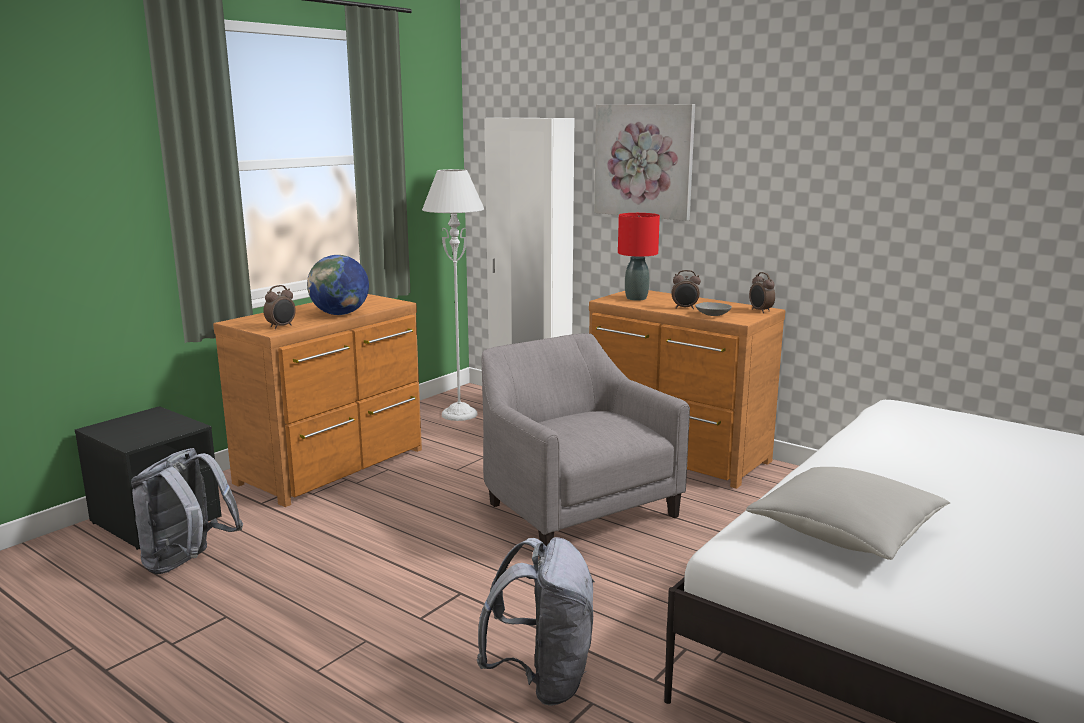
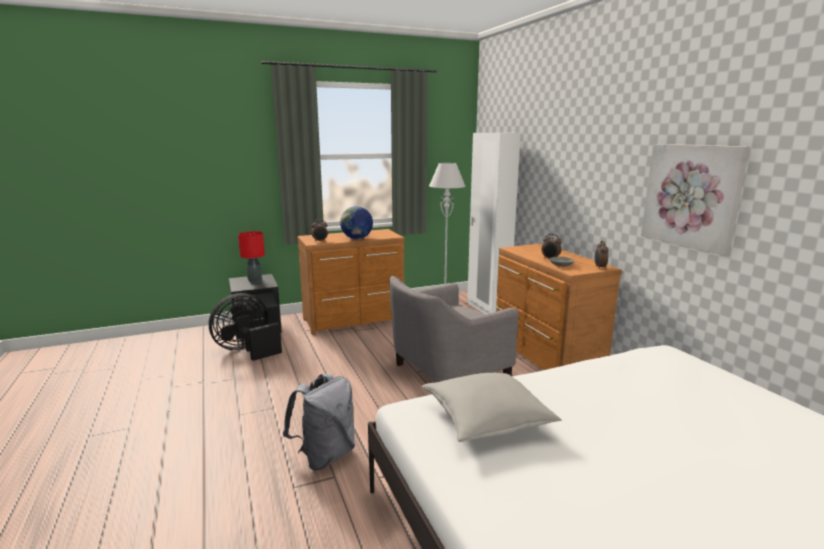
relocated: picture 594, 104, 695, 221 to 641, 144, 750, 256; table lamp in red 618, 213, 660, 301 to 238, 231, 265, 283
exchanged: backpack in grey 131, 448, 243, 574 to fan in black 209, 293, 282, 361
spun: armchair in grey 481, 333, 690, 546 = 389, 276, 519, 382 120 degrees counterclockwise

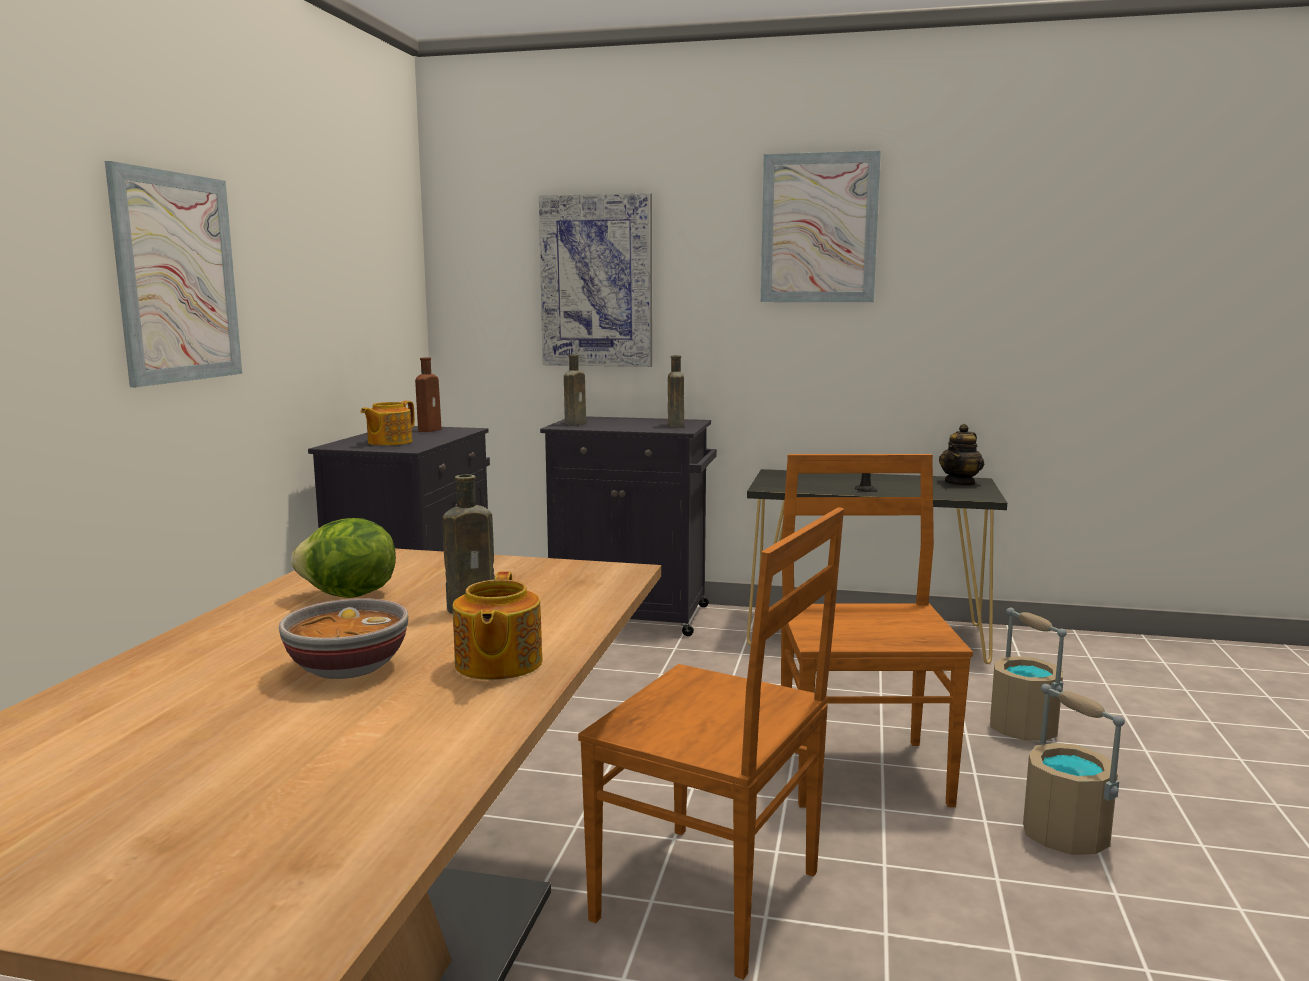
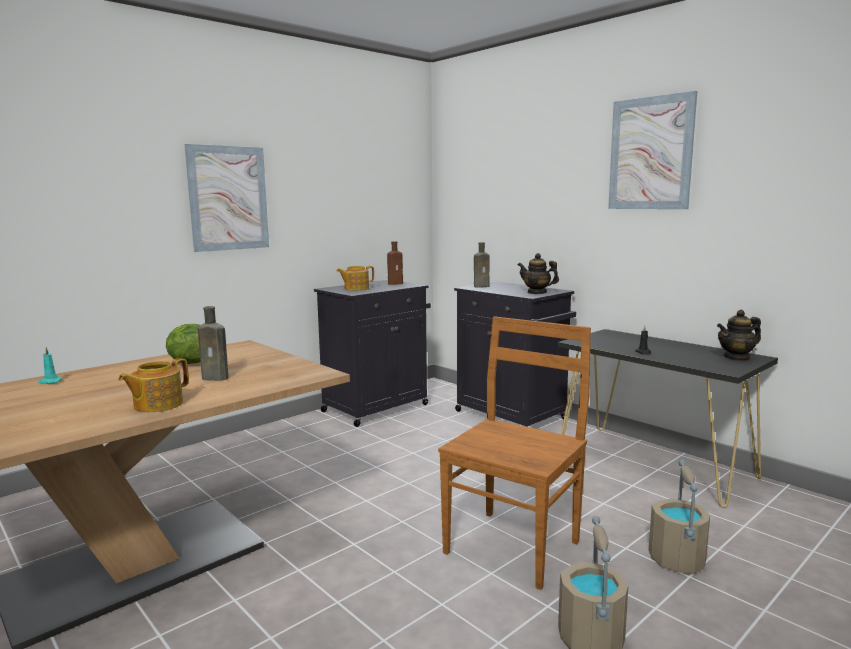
missing: picture 539, 193, 652, 367; chair in brown 578, 507, 844, 980; bowl 279, 598, 408, 679
appeared: candle in turquoise 38, 347, 63, 384
exchanged: bottle in brown 668, 355, 684, 428 to teapot 518, 253, 559, 294

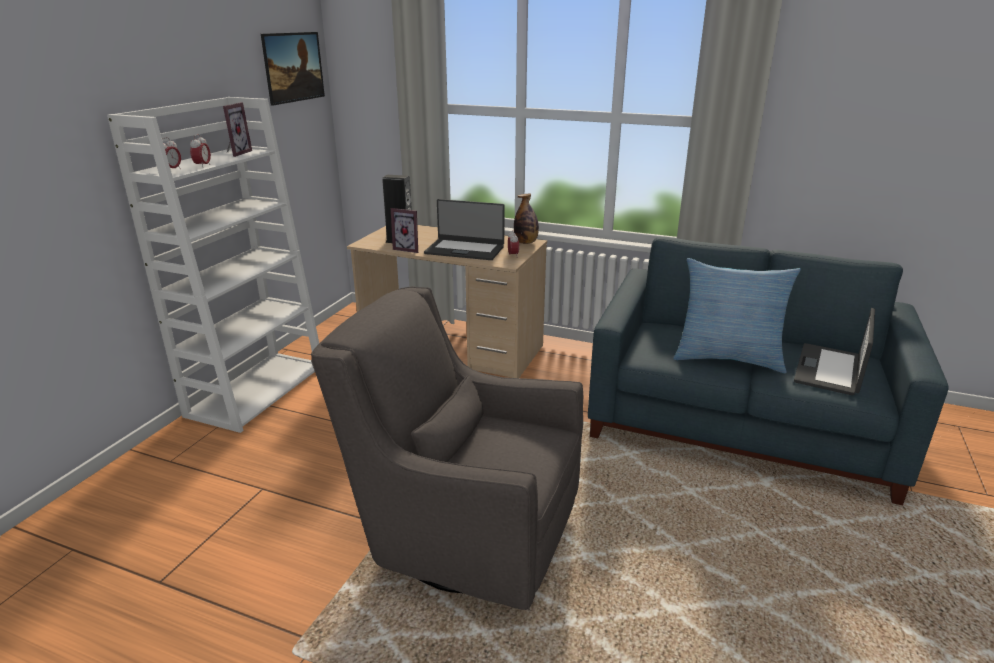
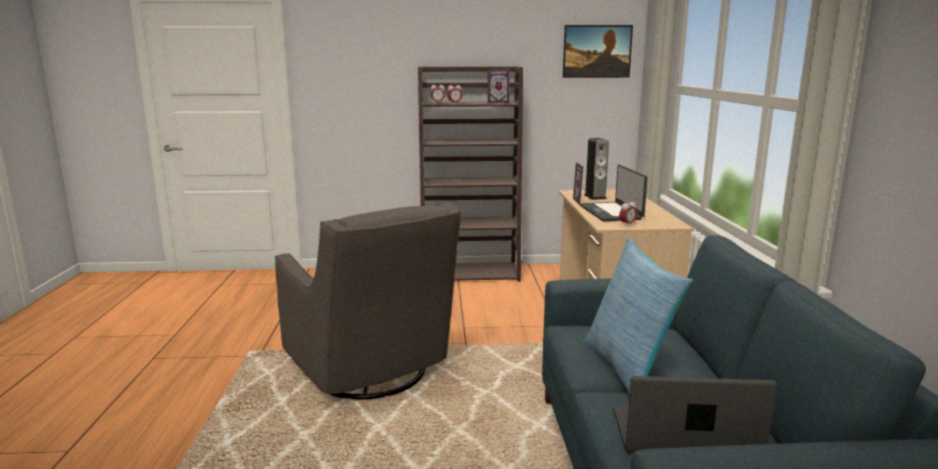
missing: bottle 514, 194, 539, 244
colour: bookcase in white 107, 97, 319, 433 to bookcase in brown 418, 66, 523, 282
spun: armchair in grey 311, 286, 583, 610 = 275, 202, 461, 400 150 degrees clockwise

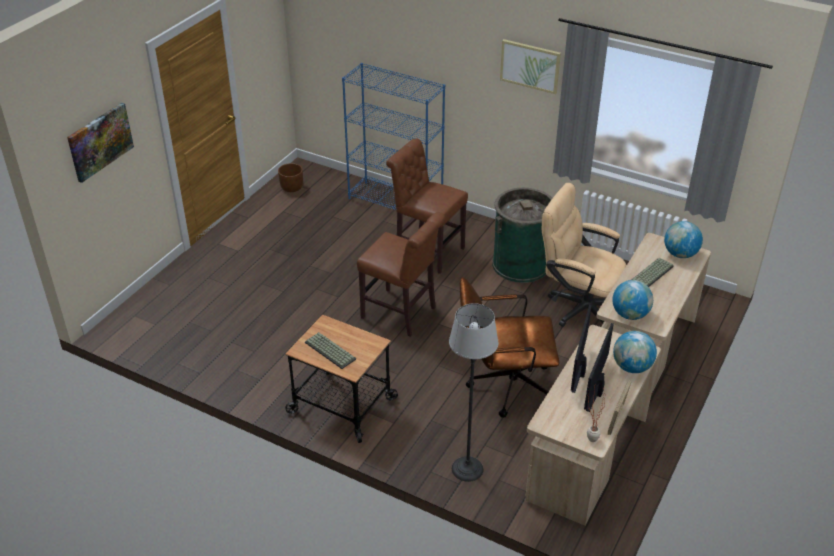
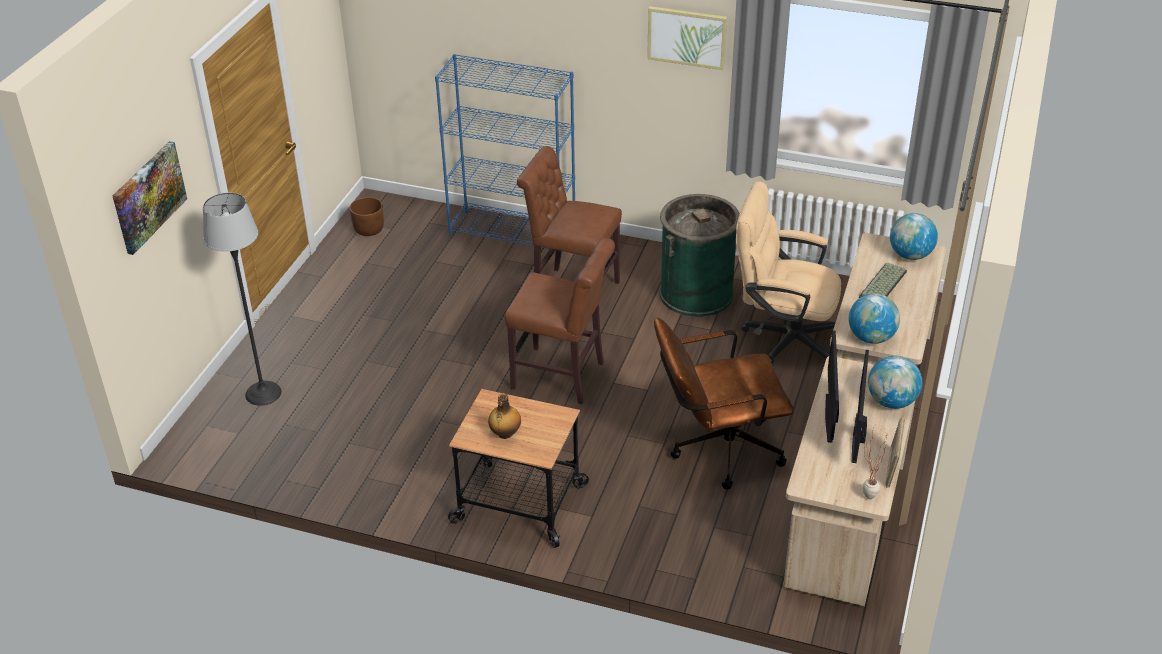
relocated: floor lamp 449, 303, 498, 482 to 203, 193, 282, 406
exchanged: keyboard 305, 332, 356, 369 to bottle 488, 393, 521, 439

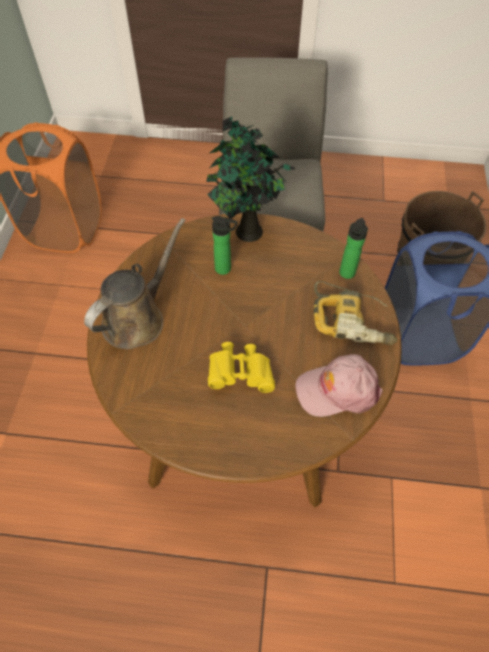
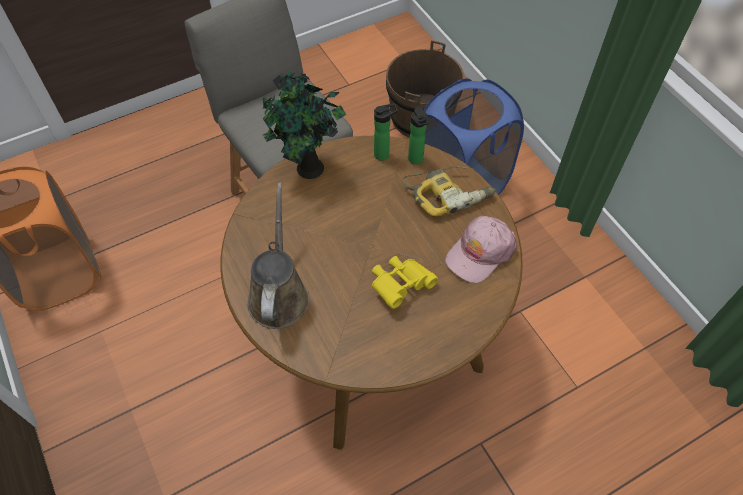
relocated: bottle 212, 216, 238, 275 to 374, 103, 398, 161

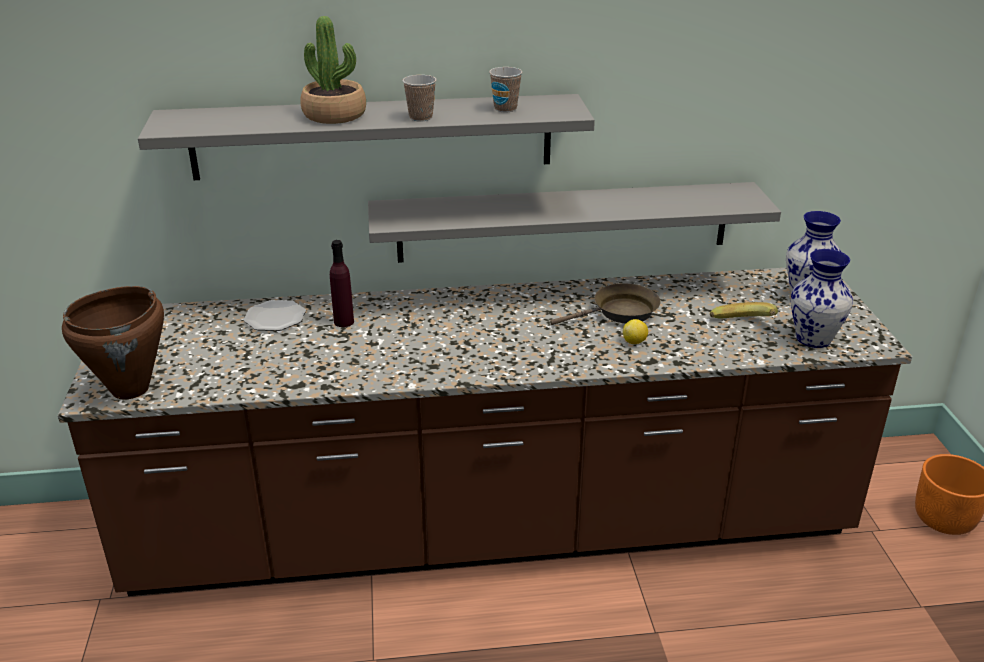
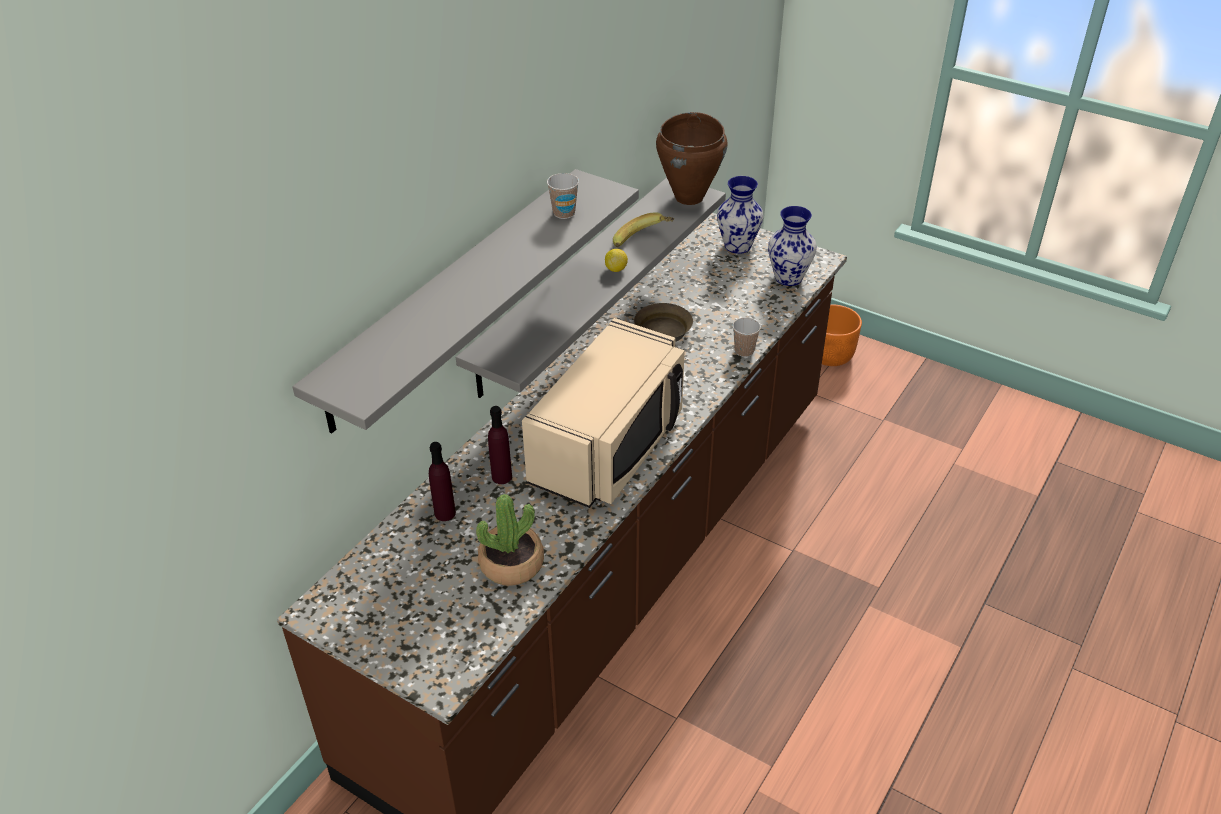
appeared: microwave in beige 522, 318, 685, 508
relocated: potted plant 300, 16, 366, 124 to 476, 494, 544, 586; cup 403, 75, 437, 122 to 733, 317, 761, 357; cooking pot in brown 62, 286, 164, 399 to 656, 112, 727, 205; banana 710, 302, 778, 319 to 613, 212, 674, 247; lemon 623, 319, 648, 344 to 605, 249, 628, 272
exchanged: plate 243, 300, 306, 331 to bottle in purple 429, 442, 456, 521

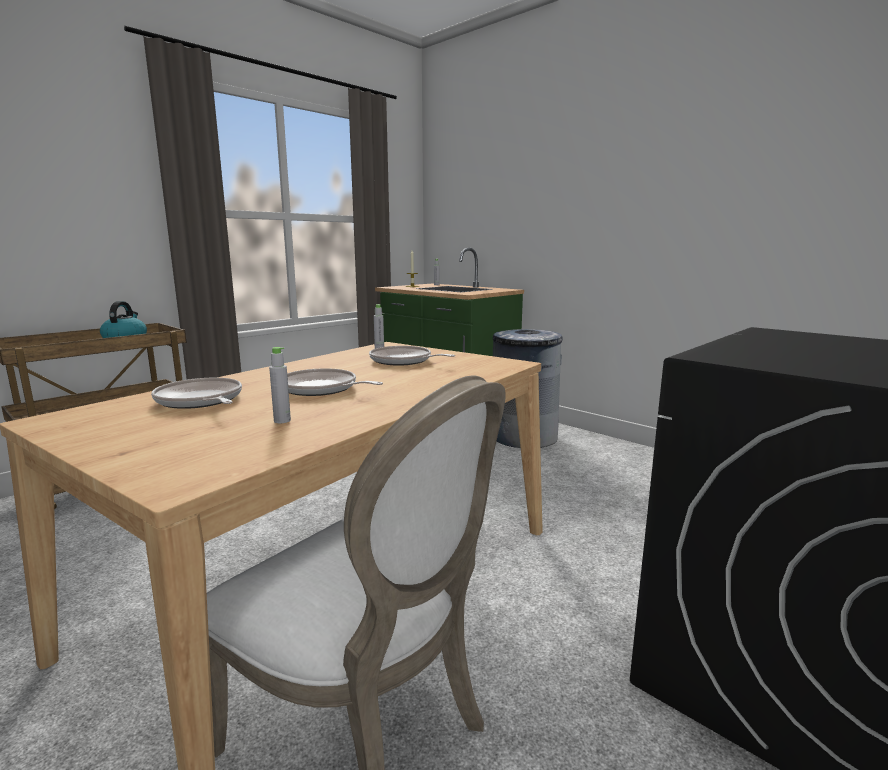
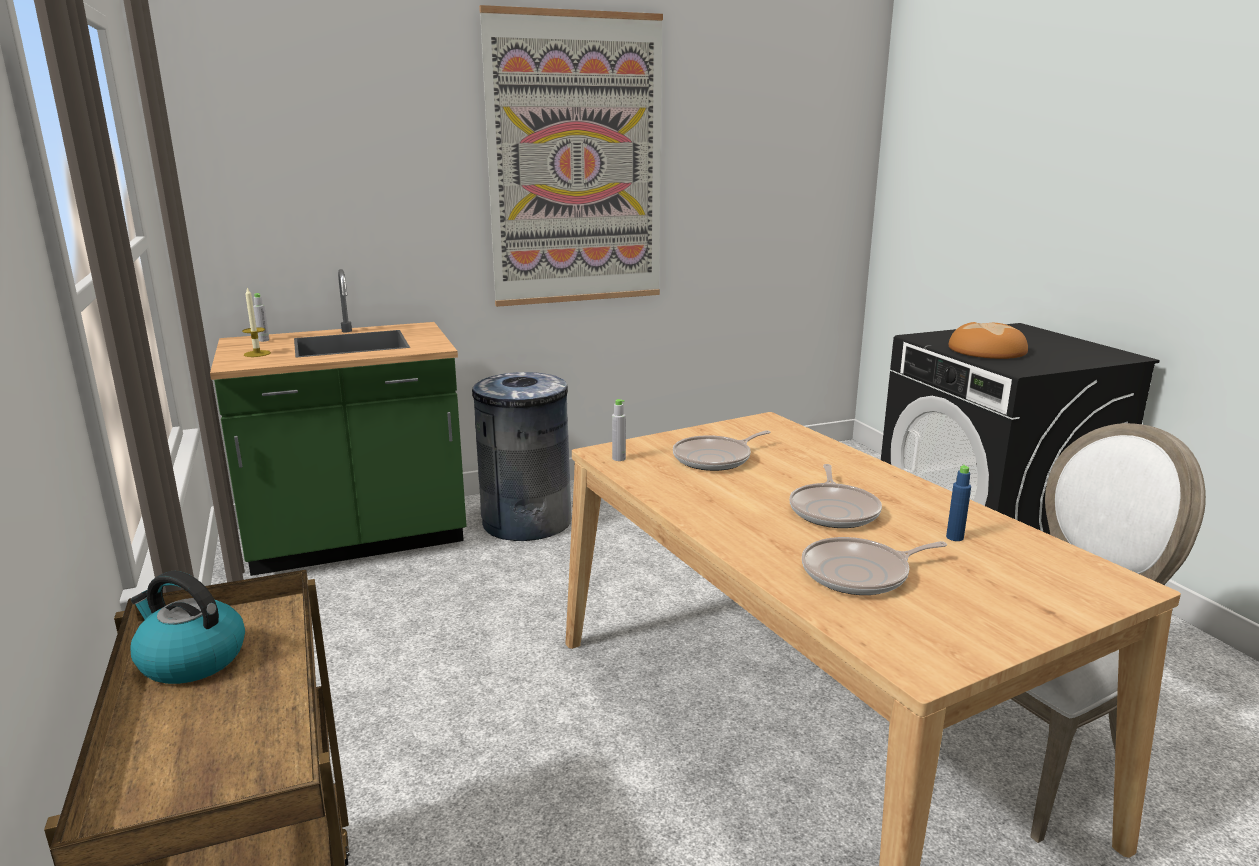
appeared: picture 479, 5, 663, 307; bread 948, 322, 1028, 359
colour: bottle in grey 269, 347, 291, 423 to bottle in blue 946, 465, 971, 541
spun: frying pan 287, 368, 383, 396 = 789, 464, 882, 528 45 degrees counterclockwise

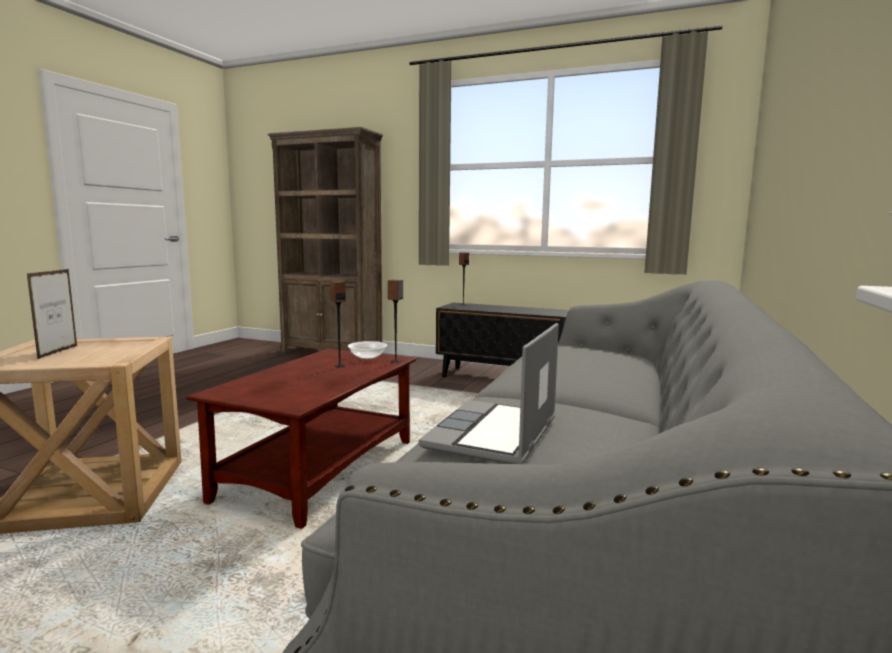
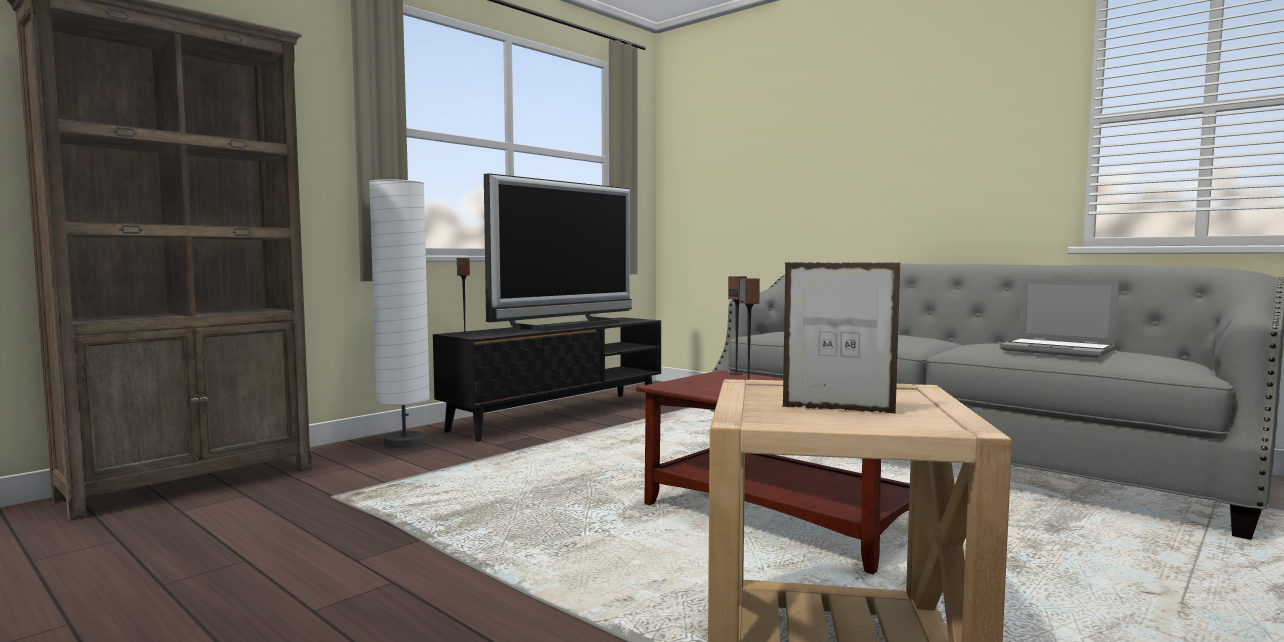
missing: bowl 348, 341, 387, 359
appeared: television 484, 173, 632, 331; floor lamp in white 369, 179, 430, 448

